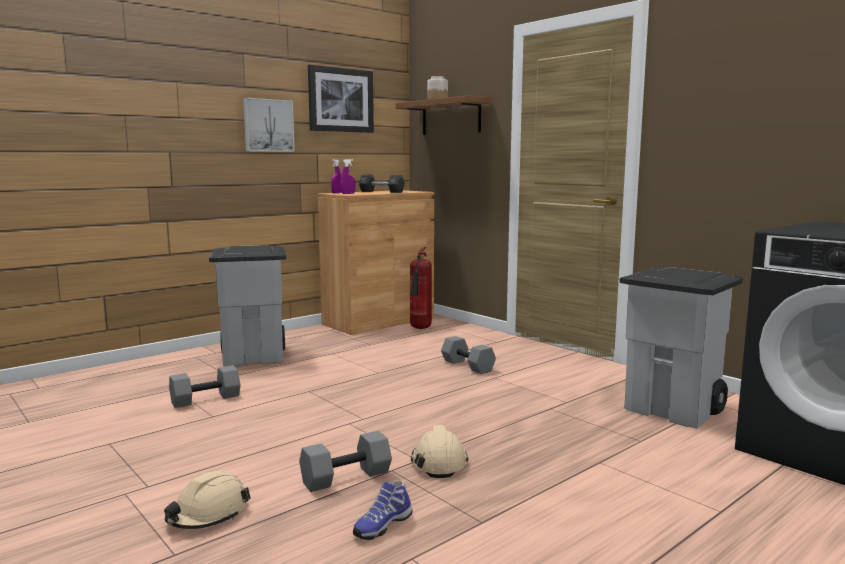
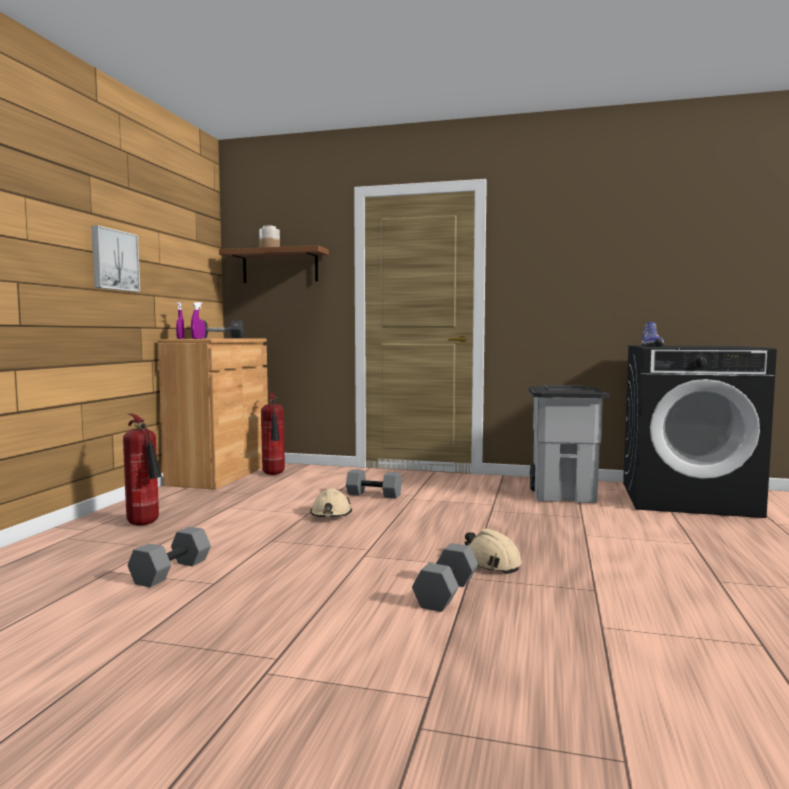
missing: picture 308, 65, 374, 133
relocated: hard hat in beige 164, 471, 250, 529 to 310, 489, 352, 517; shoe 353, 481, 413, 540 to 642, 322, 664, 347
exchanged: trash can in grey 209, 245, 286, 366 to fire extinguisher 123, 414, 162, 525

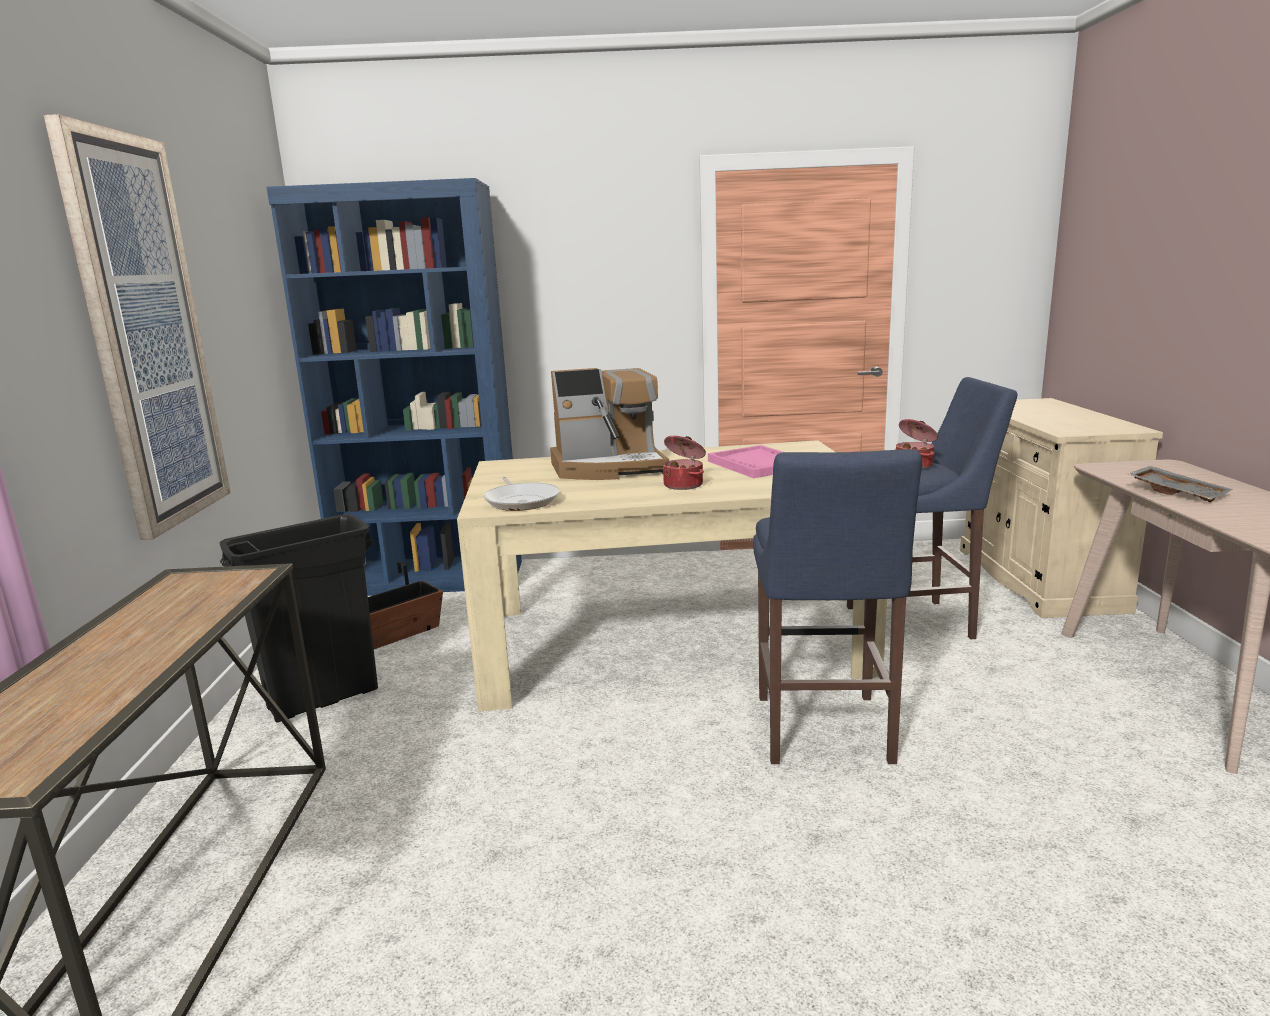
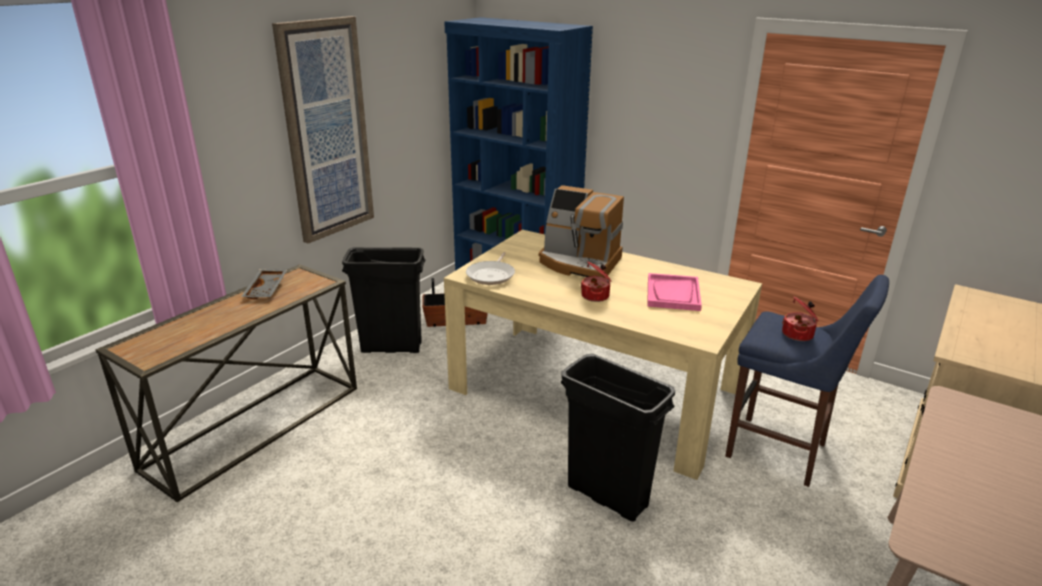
relocated: tray in grey 1128, 466, 1233, 502 to 241, 269, 288, 299
exchanged: stool in blue 753, 449, 922, 764 to trash can in black 561, 354, 675, 522

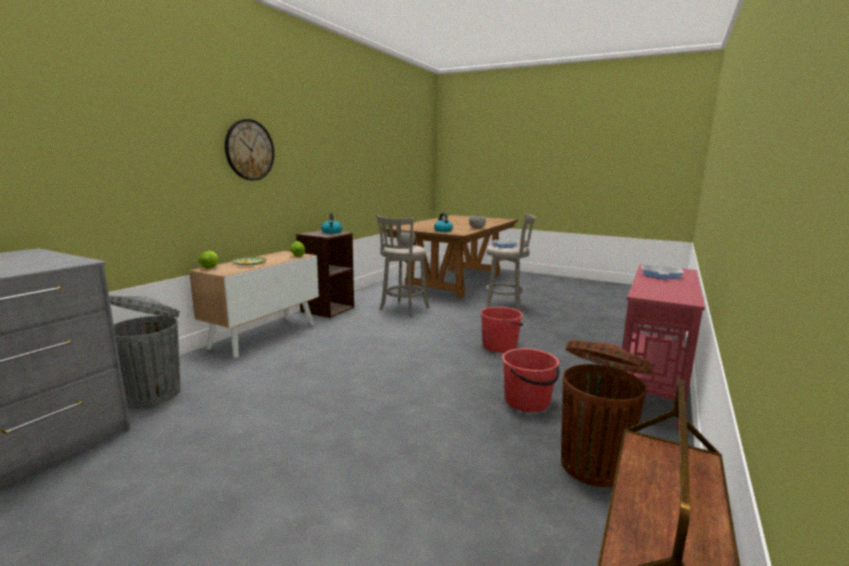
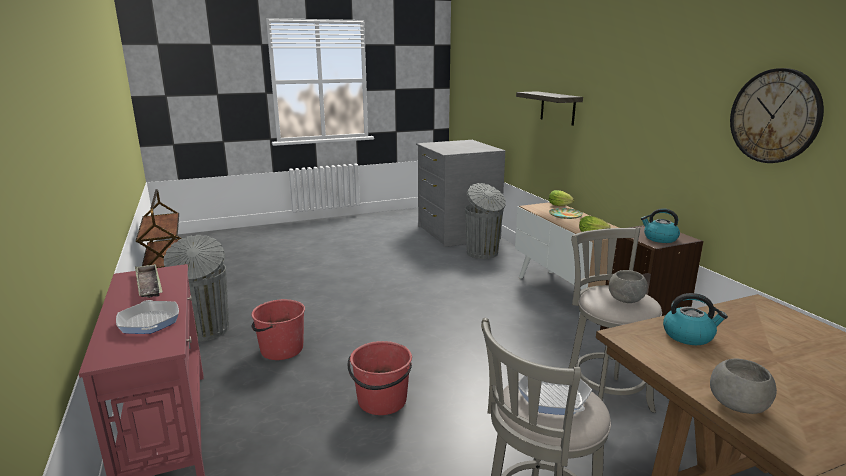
appeared: shelf 516, 91, 583, 126; tray 135, 264, 163, 298
relocated: wall clock 225, 119, 274, 180 to 730, 68, 824, 163
colour: trash can in brown 561, 341, 653, 487 to trash can in grey 164, 235, 229, 342

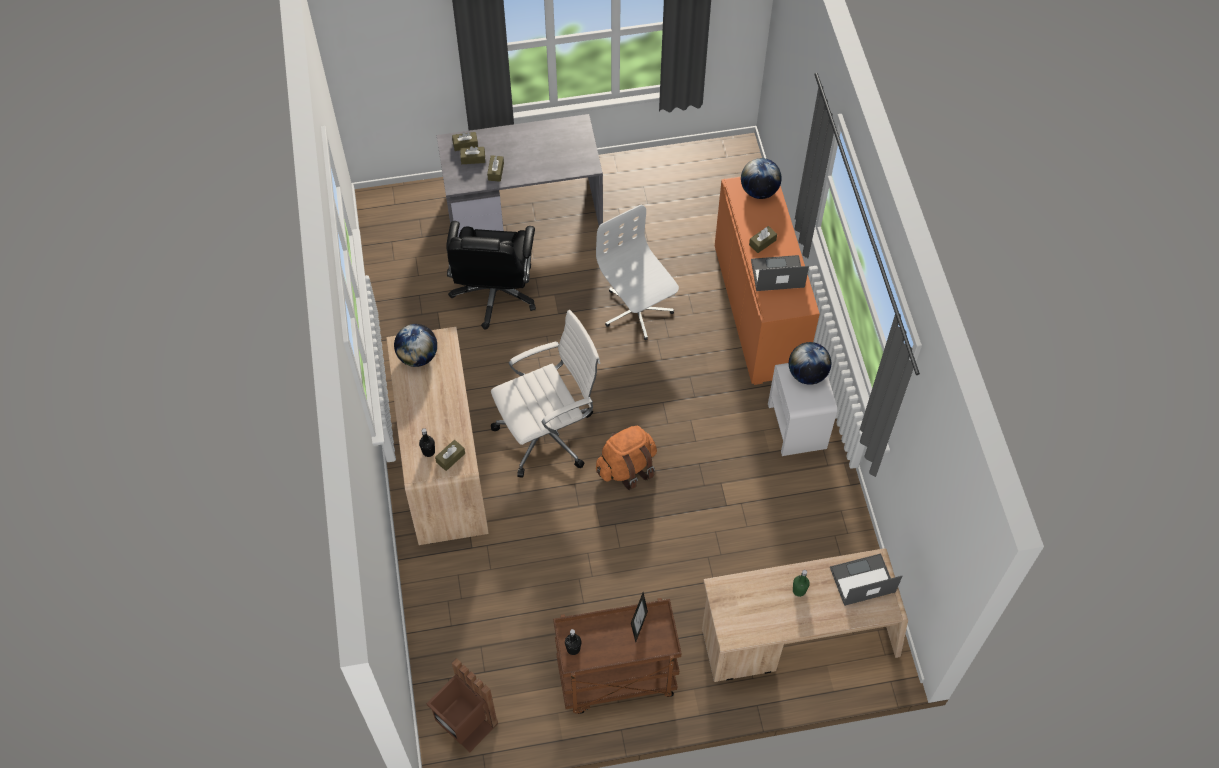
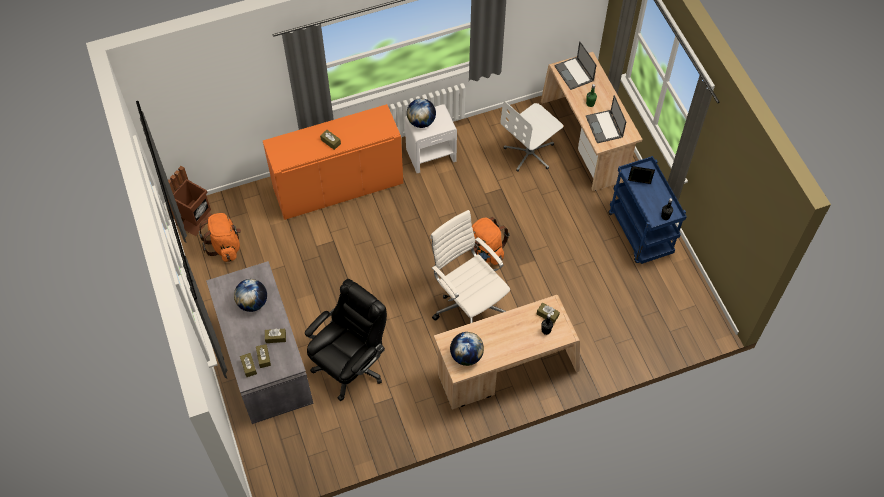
appeared: backpack in orange 199, 213, 241, 262
relocated: globe 741, 158, 782, 199 to 234, 279, 267, 312; office chair in white 596, 205, 679, 340 to 500, 101, 563, 172; laptop 751, 255, 809, 291 to 586, 95, 626, 143; trash can in brown 427, 658, 498, 752 to 167, 166, 213, 236
colour: cart in brown 553, 598, 682, 714 to cart in blue 608, 156, 687, 264
spun: office chair in black 446, 221, 536, 330 = 305, 279, 387, 401 45 degrees counterclockwise

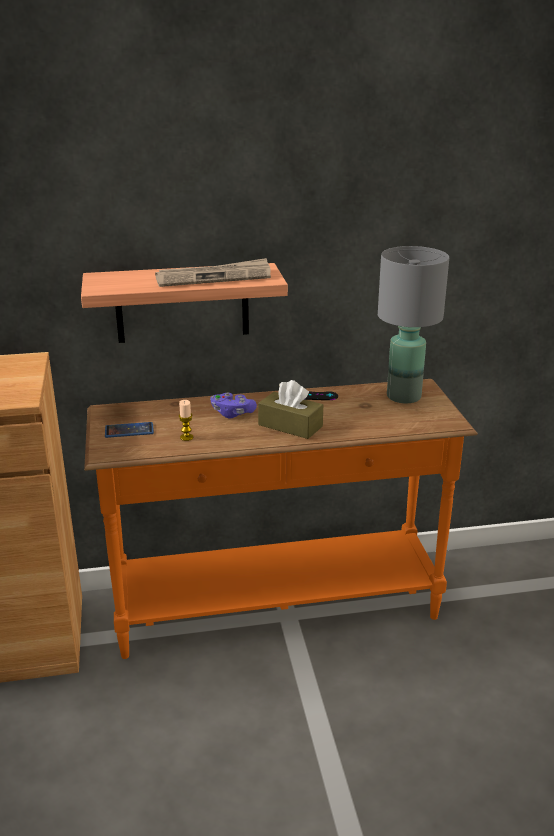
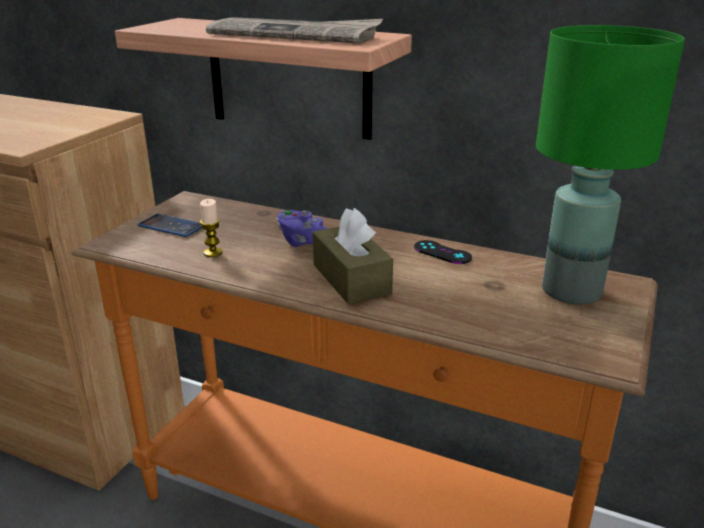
colour: table lamp in grey 378, 246, 449, 403 to table lamp in green 536, 25, 685, 304

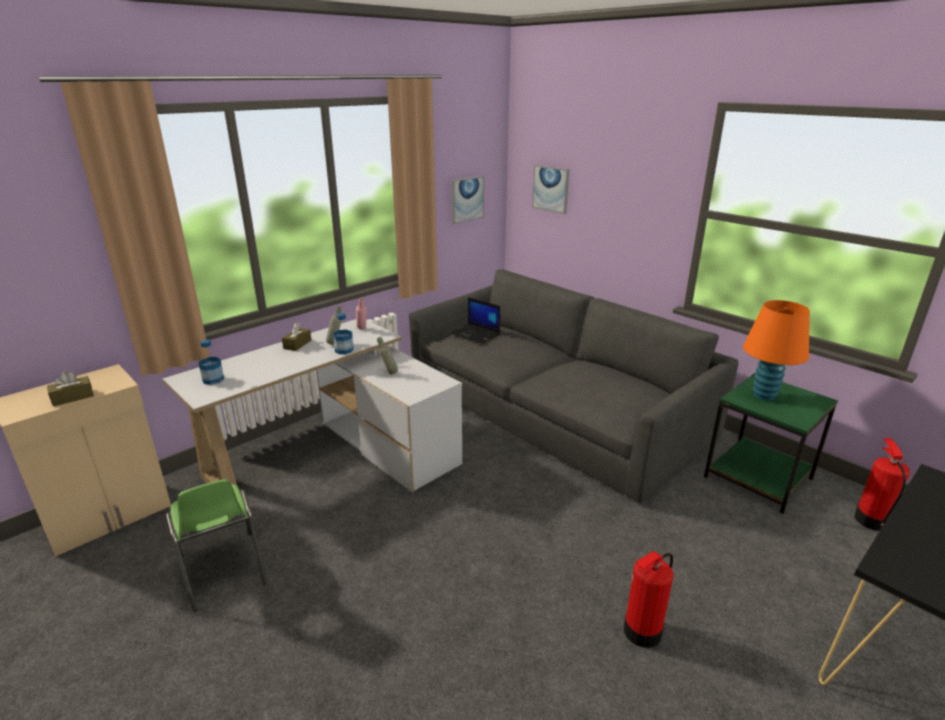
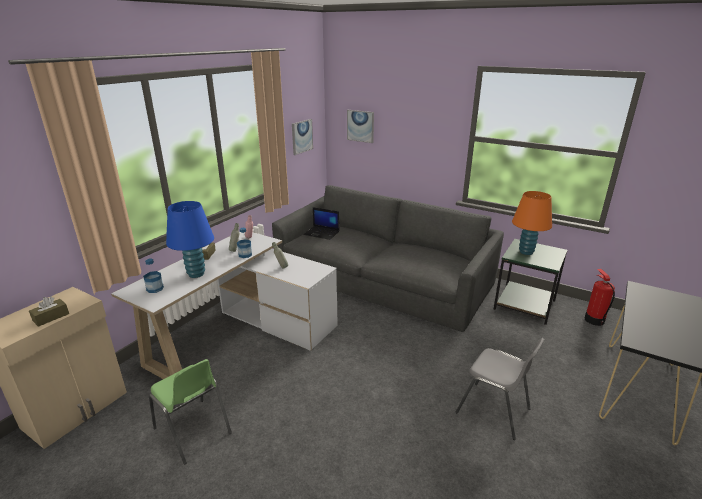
appeared: table lamp in blue 166, 201, 214, 278
exchanged: fire extinguisher 624, 551, 673, 648 to chair in grey 456, 338, 545, 440

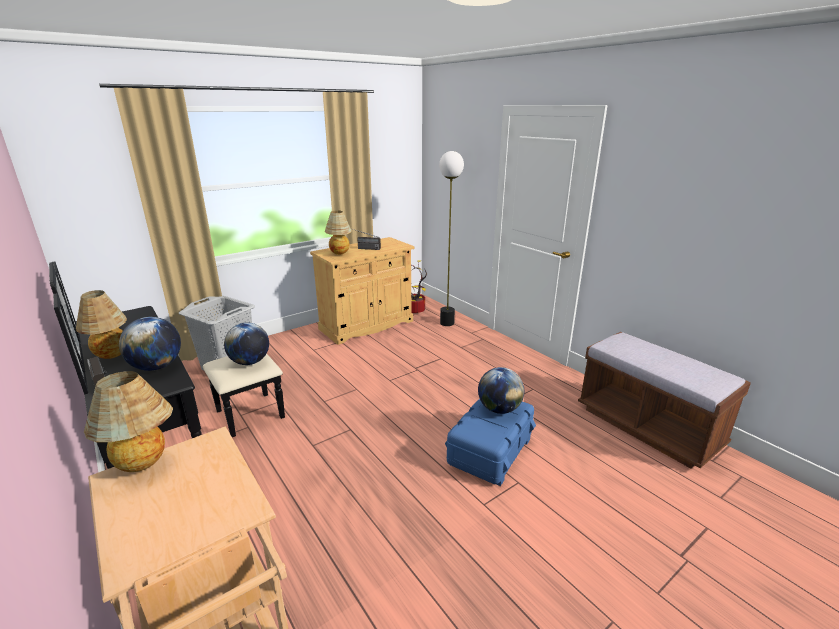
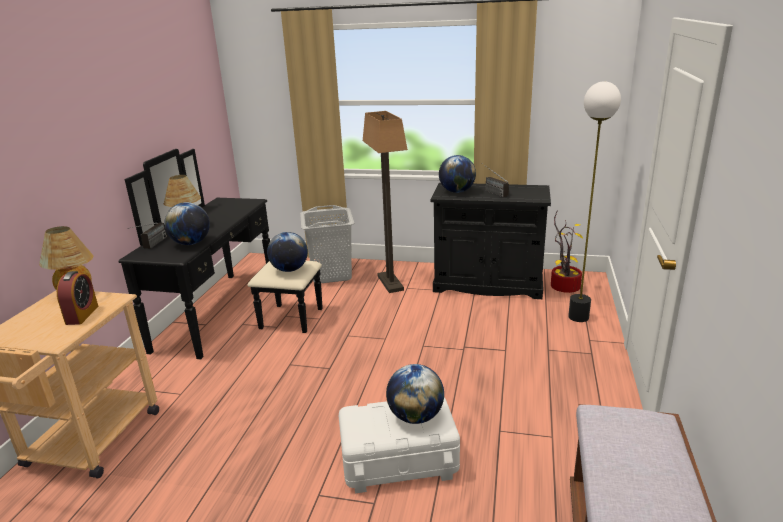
appeared: floor lamp 363, 111, 408, 293; alarm clock 57, 271, 98, 325
exchanged: table lamp 325, 210, 352, 255 to globe 439, 155, 476, 193
colour: cabinet in beige 310, 237, 414, 345 to cabinet in black 431, 183, 551, 299; storage box in blue 445, 399, 536, 486 to storage box in white 339, 397, 460, 494

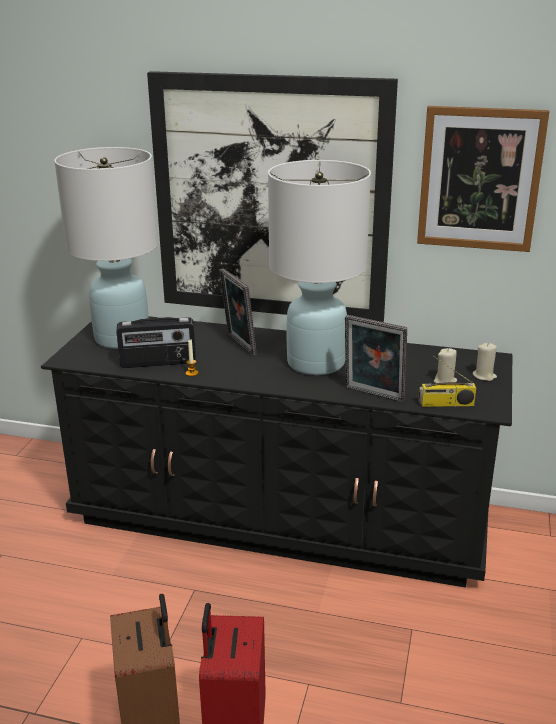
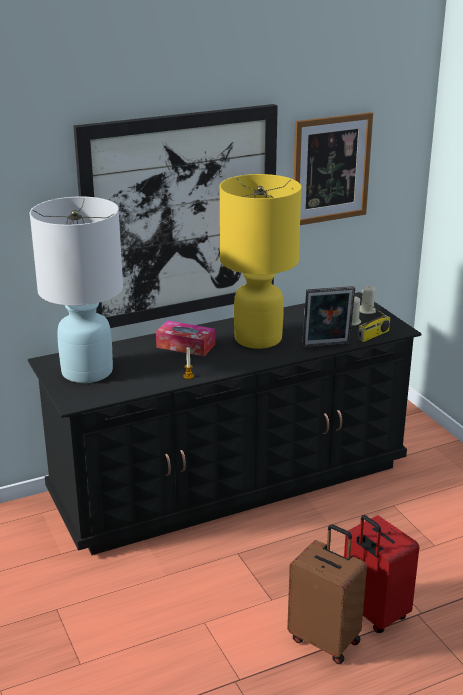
missing: radio 116, 317, 196, 368
exchanged: picture frame 219, 268, 257, 356 to tissue box 156, 320, 215, 357
colour: table lamp in white 268, 160, 371, 375 to table lamp in yellow 220, 174, 302, 349

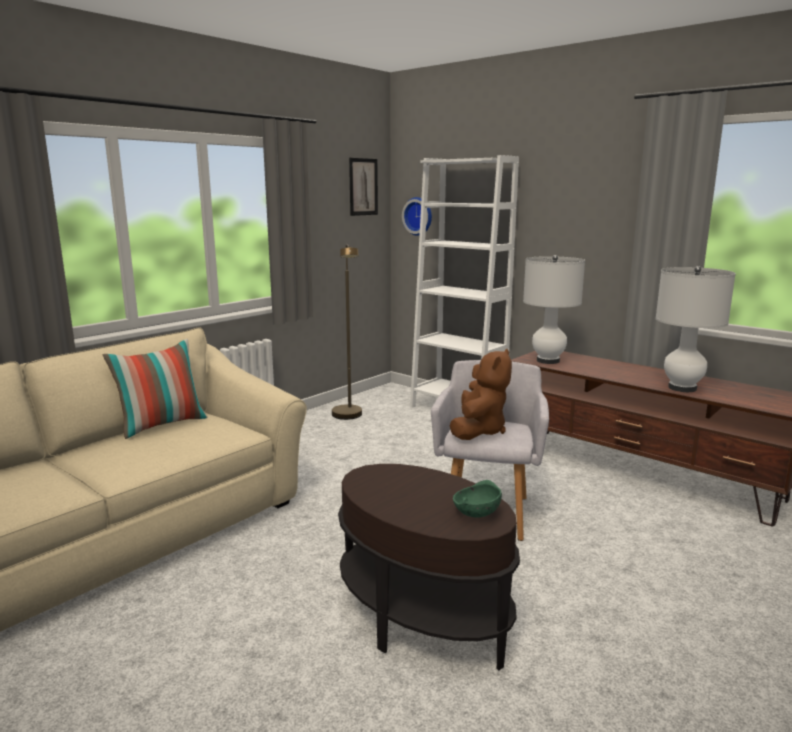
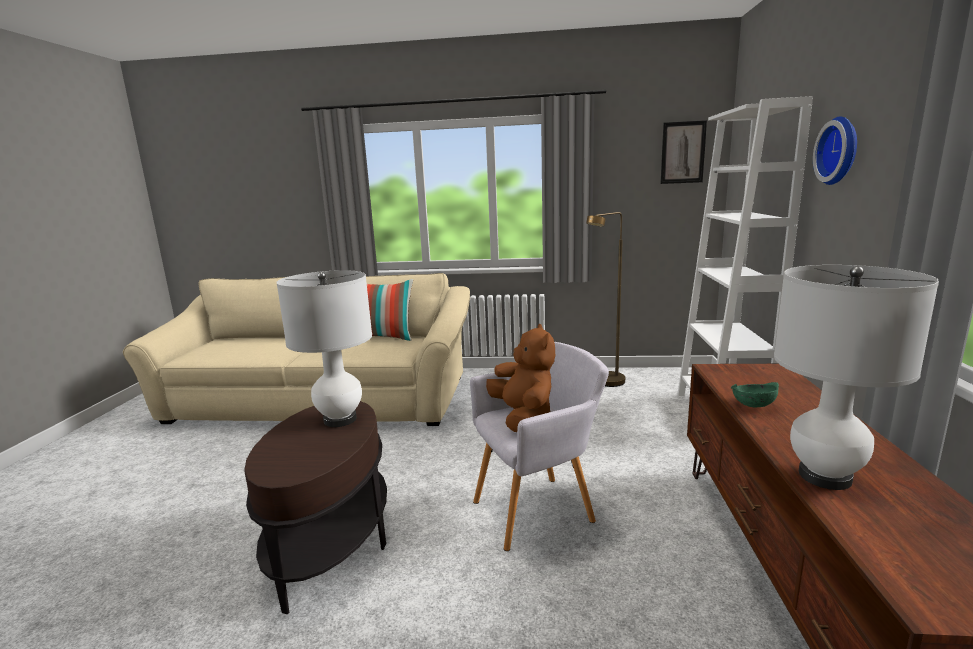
relocated: wall clock 402, 197, 432, 236 to 813, 116, 857, 185; table lamp in white 523, 255, 585, 364 to 276, 270, 372, 427; bowl in green 453, 480, 502, 518 to 731, 382, 779, 407
spun: plush toy in brown 450, 349, 512, 440 = 486, 324, 555, 432 90 degrees counterclockwise

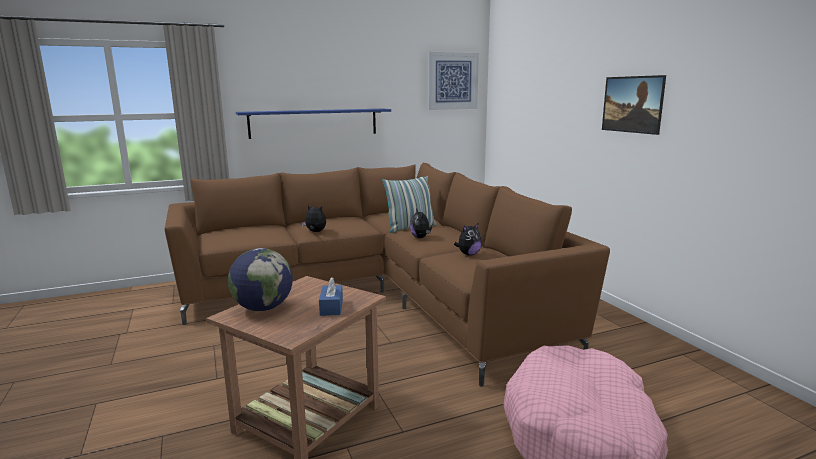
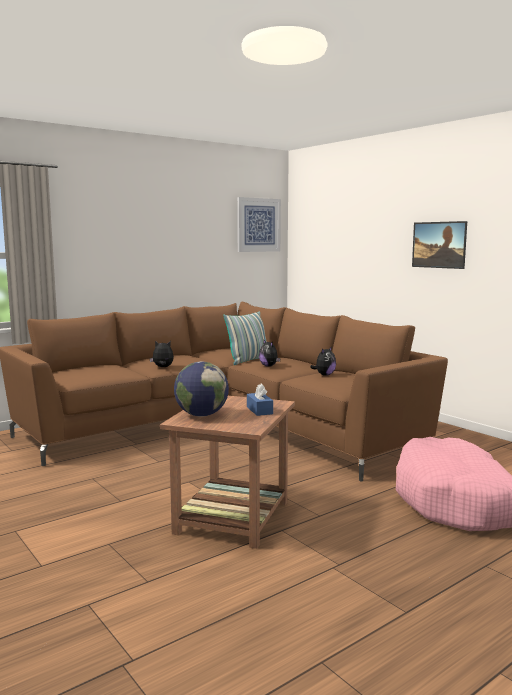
missing: shelf in blue 236, 109, 391, 139

